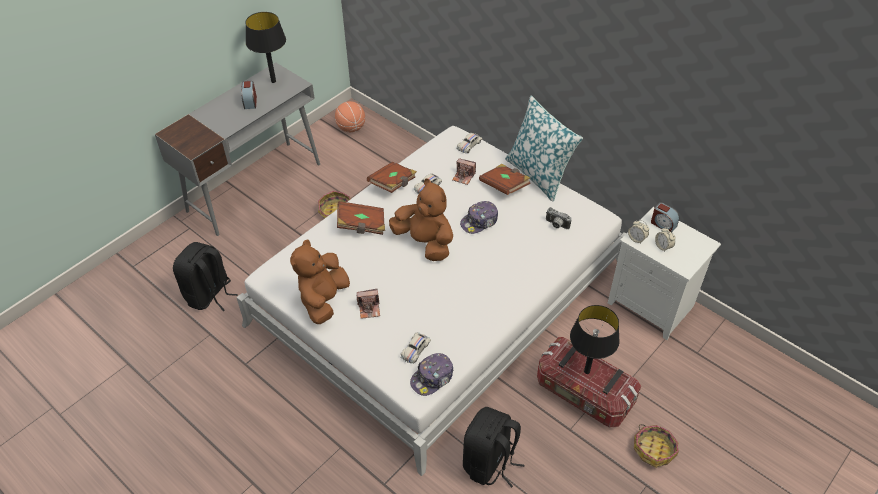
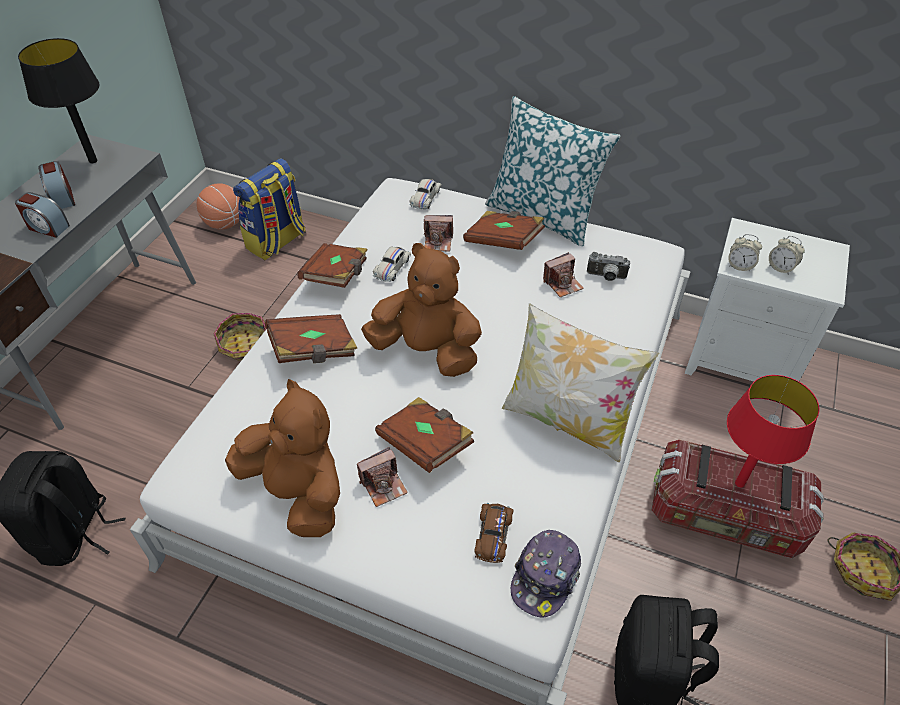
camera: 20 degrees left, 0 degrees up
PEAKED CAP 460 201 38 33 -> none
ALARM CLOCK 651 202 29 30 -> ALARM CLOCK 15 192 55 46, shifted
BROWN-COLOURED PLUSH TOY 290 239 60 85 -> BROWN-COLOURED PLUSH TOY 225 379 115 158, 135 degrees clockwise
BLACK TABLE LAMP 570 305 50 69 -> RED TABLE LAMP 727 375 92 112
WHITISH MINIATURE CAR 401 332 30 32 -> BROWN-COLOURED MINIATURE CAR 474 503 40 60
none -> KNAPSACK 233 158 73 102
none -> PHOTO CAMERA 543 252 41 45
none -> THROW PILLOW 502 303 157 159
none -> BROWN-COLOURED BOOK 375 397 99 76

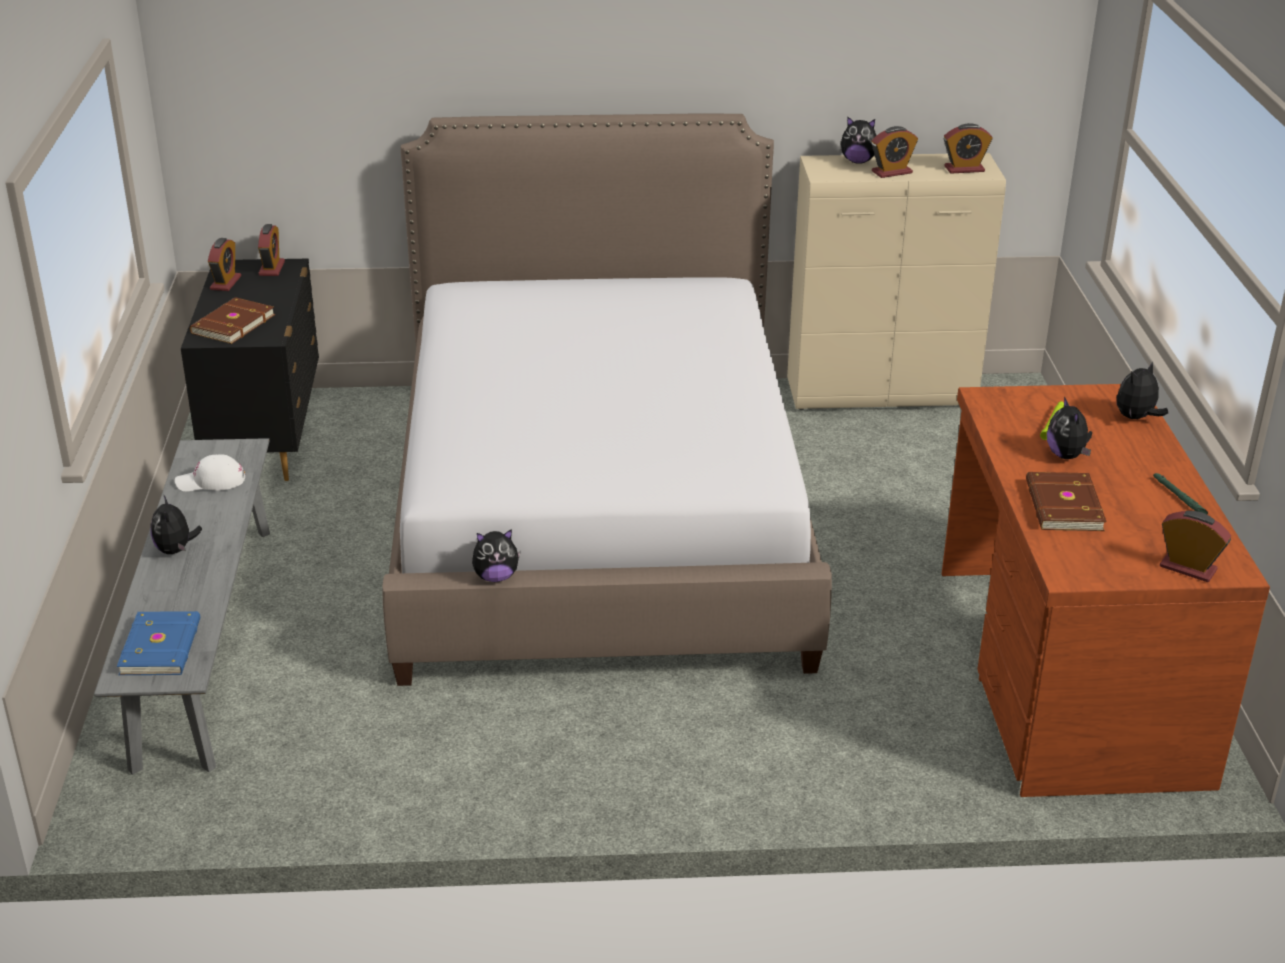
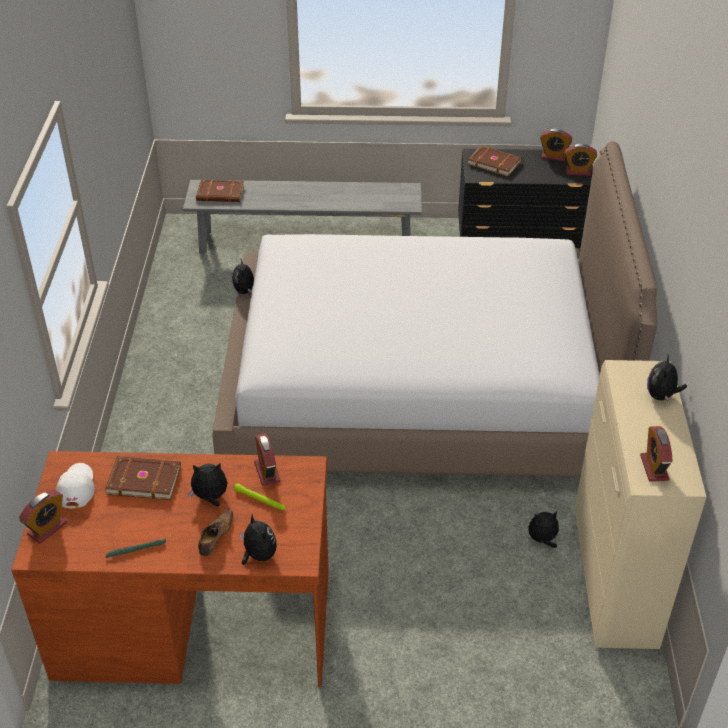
camera: 95 degrees right, 10 degrees up
ALARM CLOCK 872 126 46 52 -> ALARM CLOCK 254 433 27 53, shifted
WHITISH PEAKED CAP 175 454 70 38 -> WHITISH PEAKED CAP 56 463 39 45, shifted
PLUSH TOY 150 494 52 60 -> PLUSH TOY 528 511 31 37, shifted
BLUE-COLOURED BOOK 117 611 83 64 -> BROWN-COLOURED BOOK 196 179 48 23
none -> ITEM OF FOOTWEAR 198 510 35 46

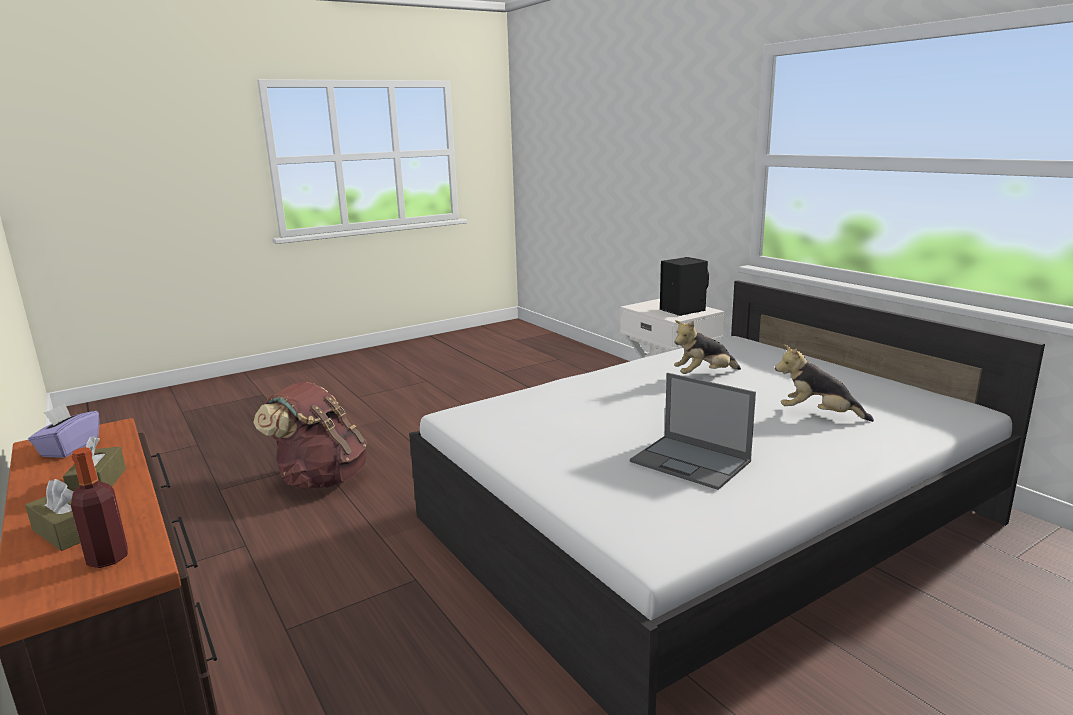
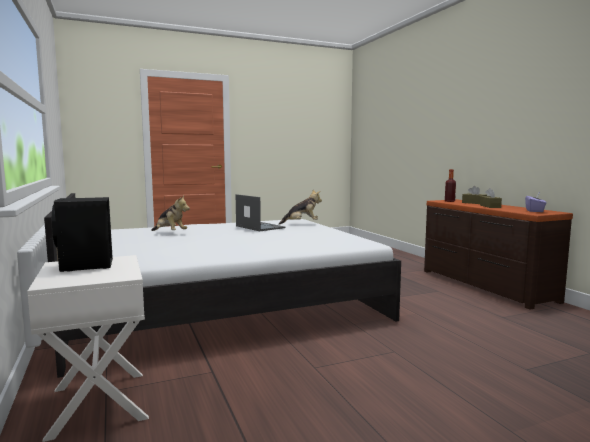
camera: 170 degrees left, 10 degrees down
PLUSH TOY 674 320 67 54 -> PLUSH TOY 279 190 43 35, shifted
BROWN-COLOURED KNAPSACK 253 382 114 106 -> none

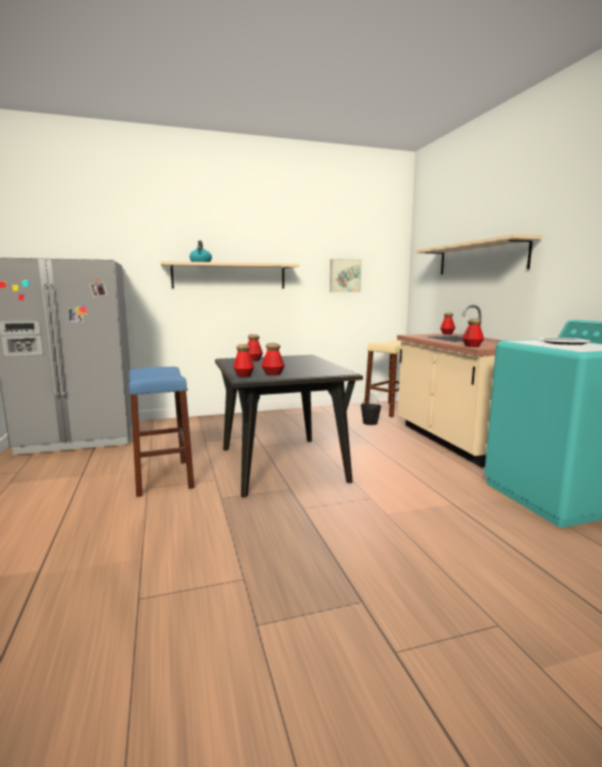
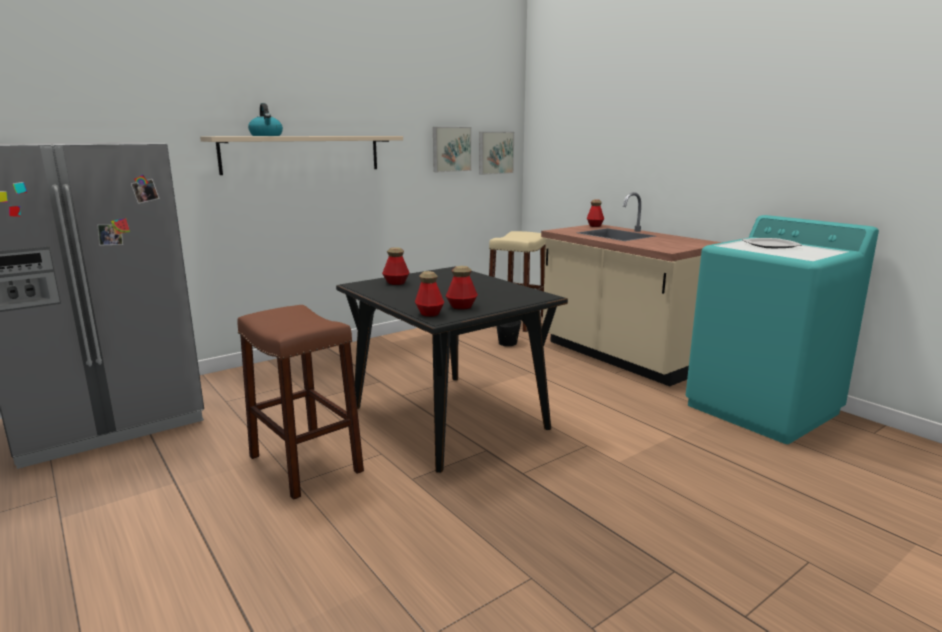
camera: 20 degrees left, 5 degrees up
BEIGE-COLOURED WALL SHELF 416 234 126 41 -> none
BEVERAGE BOTTLE 462 319 22 28 -> none
BLUE-COLOURED STOOL SEAT 129 367 66 130 -> BROWN-COLOURED STOOL SEAT 237 305 127 195
none -> WALL PICTURE 479 132 35 43

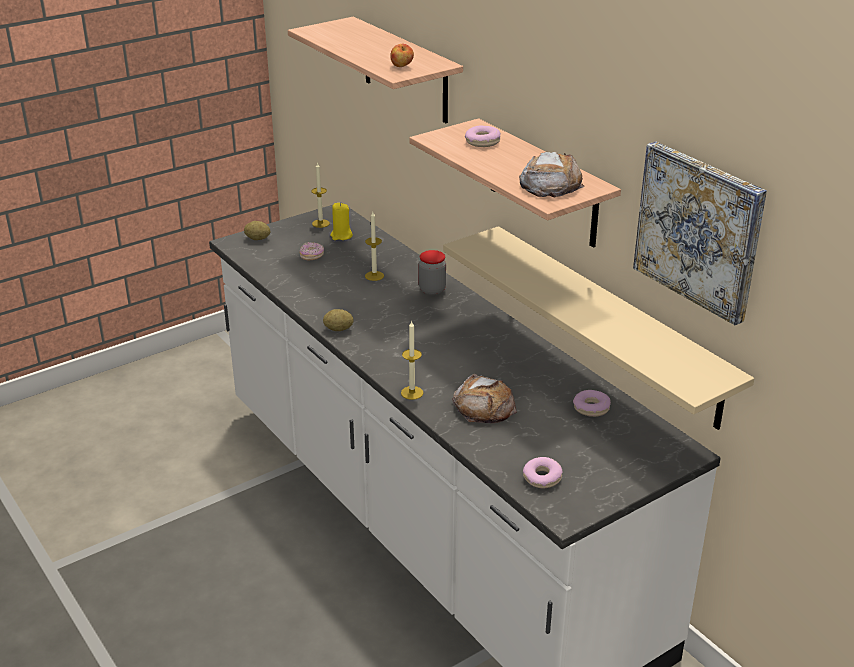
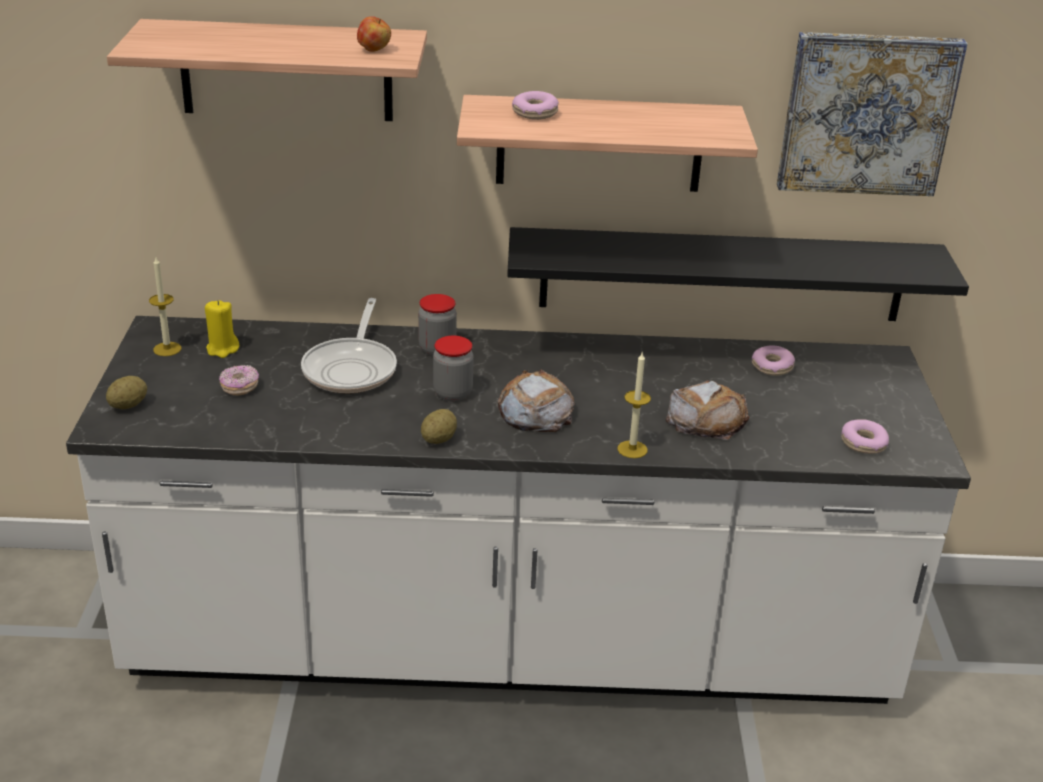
camera: 55 degrees left, 0 degrees up
BAKERY BREAD 519 152 66 46 -> BAKERY BREAD 498 370 77 62, shifted
WAX LIGHT 365 212 19 69 -> PAN 301 298 96 95
BEIGE-COLOURED WALL SHELF 443 226 311 204 -> BLACK WALL SHELF 507 227 462 94
none -> JAR 433 336 41 65

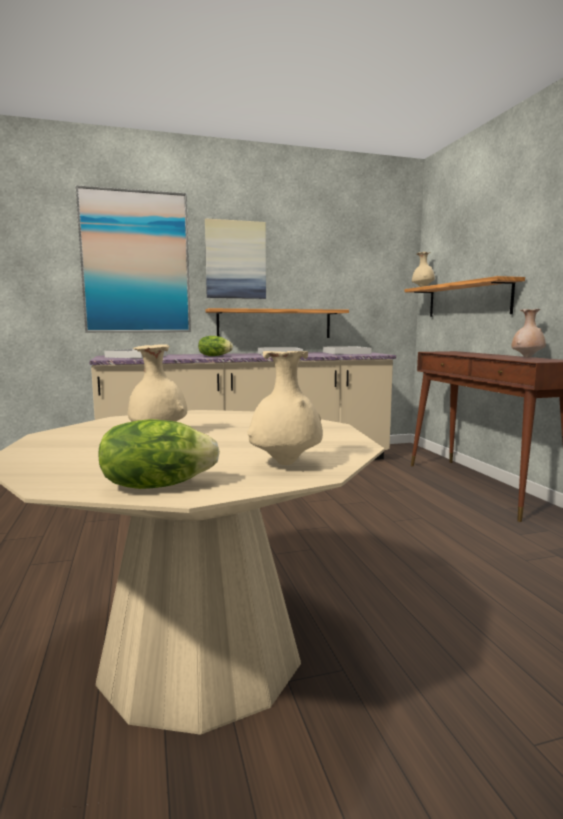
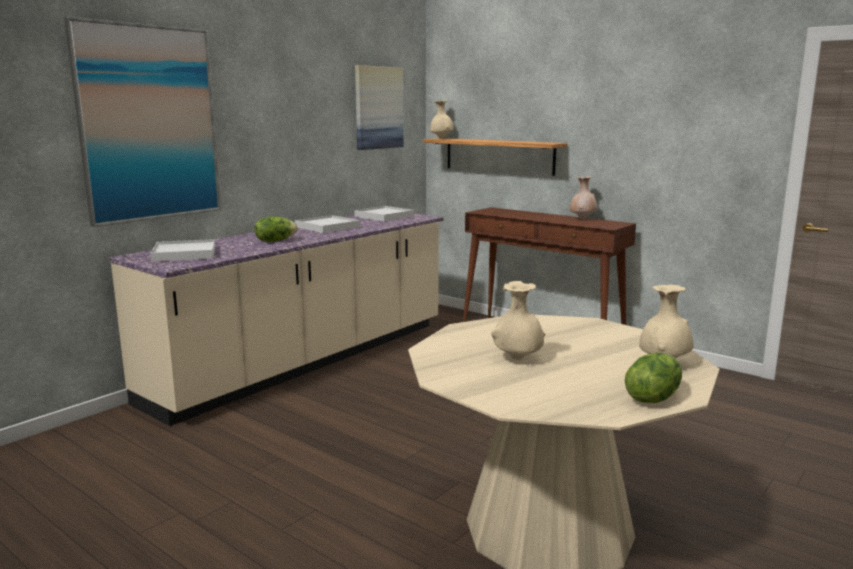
camera: 35 degrees left, 5 degrees up
WALL PICTURE 205 218 61 81 -> WALL PICTURE 355 65 49 85, shifted
WALL SHELF 205 308 144 30 -> none

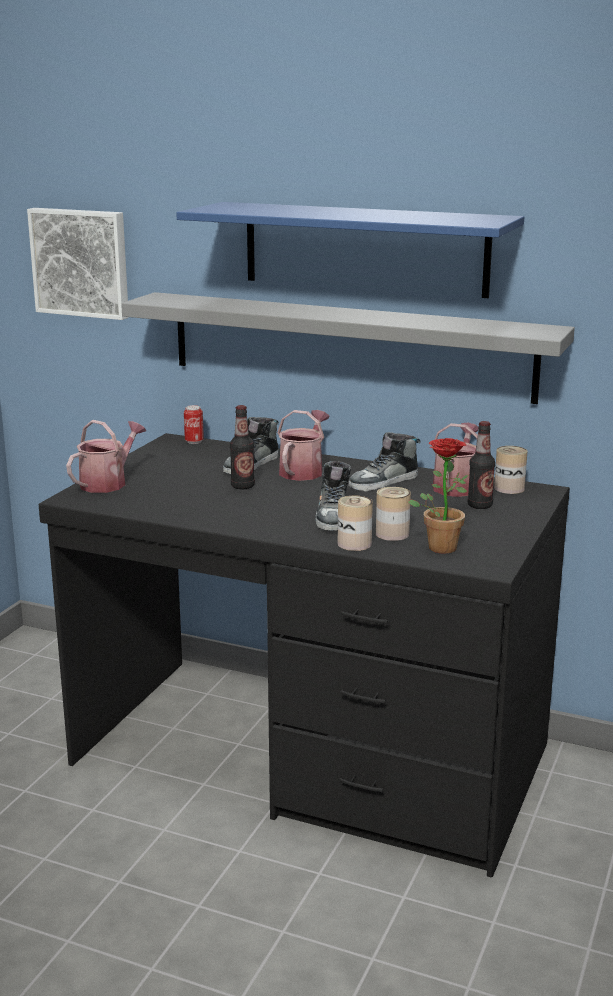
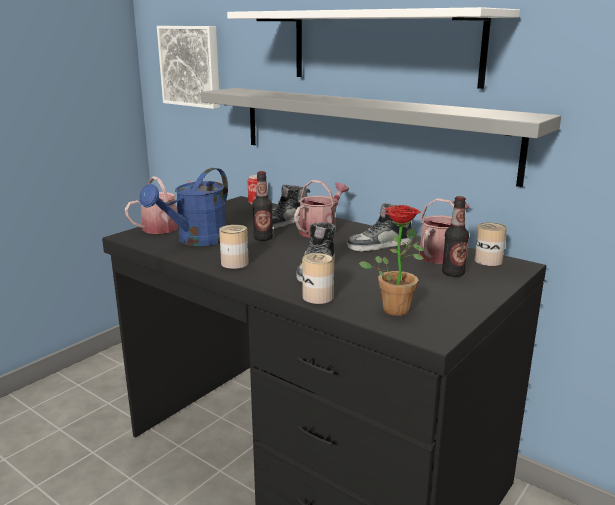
camera: 15 degrees right, 0 degrees up
BLUE-COLOURED WALL SHELF 176 202 348 96 -> WHITISH WALL SHELF 227 7 293 82
SEALED CAN 376 487 35 54 -> SEALED CAN 219 225 30 44, shifted
none -> BLUE-COLOURED WATERING POT 139 168 89 78

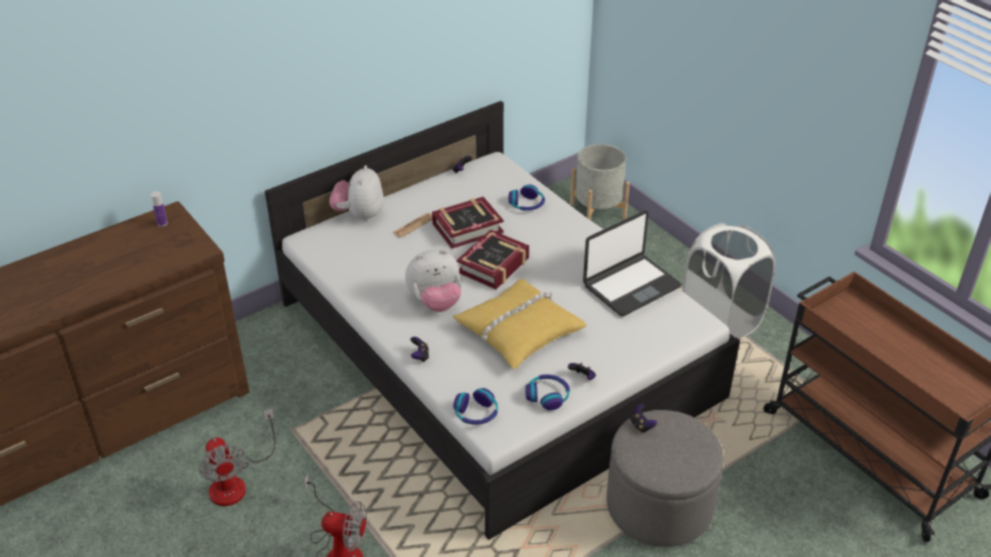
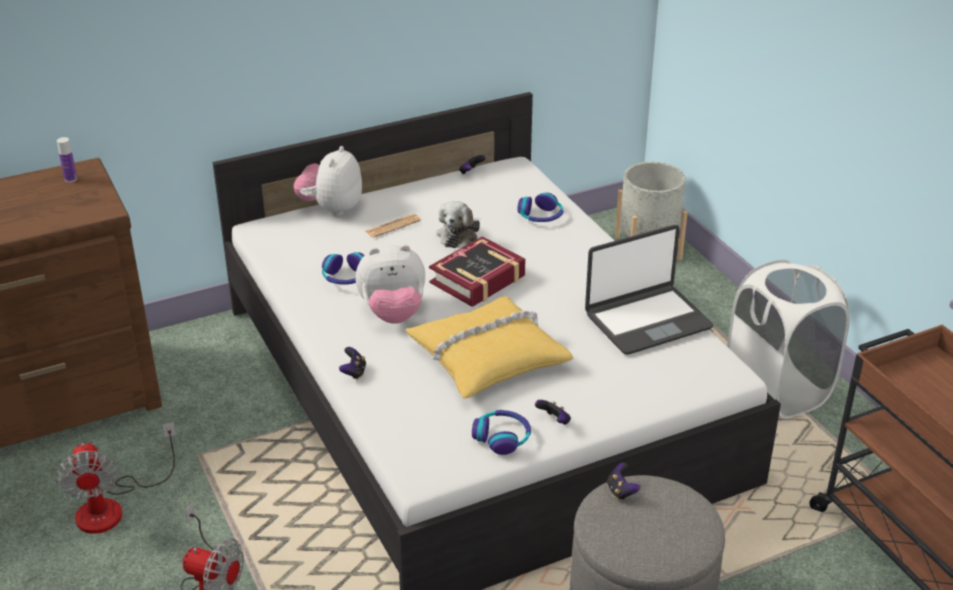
camera: 10 degrees right, 5 degrees down
BOOK 432 197 72 52 -> PLUSH TOY 436 201 44 47
PAIR OF HEADPHONES 453 388 45 37 -> PAIR OF HEADPHONES 322 252 42 33, shifted

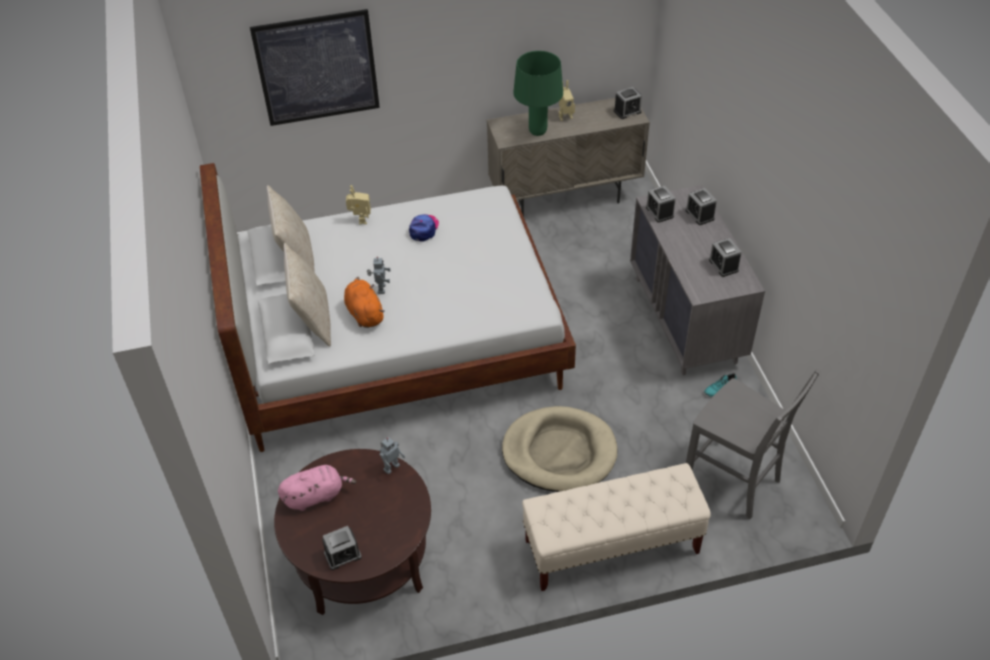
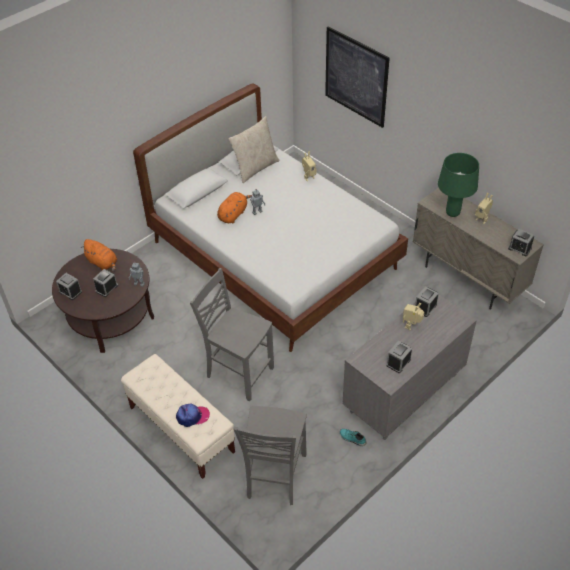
camera: 60 degrees right, 0 degrees up
ALARM CLOCK 686 188 31 37 -> ALARM CLOCK 93 269 25 28, shifted
PEAKED CAP 409 214 30 28 -> PEAKED CAP 176 403 34 24, shifted
BEIGE-COLOURED THROW PILLOW 284 243 47 104 -> none
BEIGE-COLOURED DOG CUSHION 502 406 115 86 -> GREYISH CHAIR 190 268 84 133
PINKISH PLUSH TOY 278 465 78 46 -> ORANGEY PLUSH TOY 81 239 36 32
none -> TOY ROBOT 403 303 21 27

